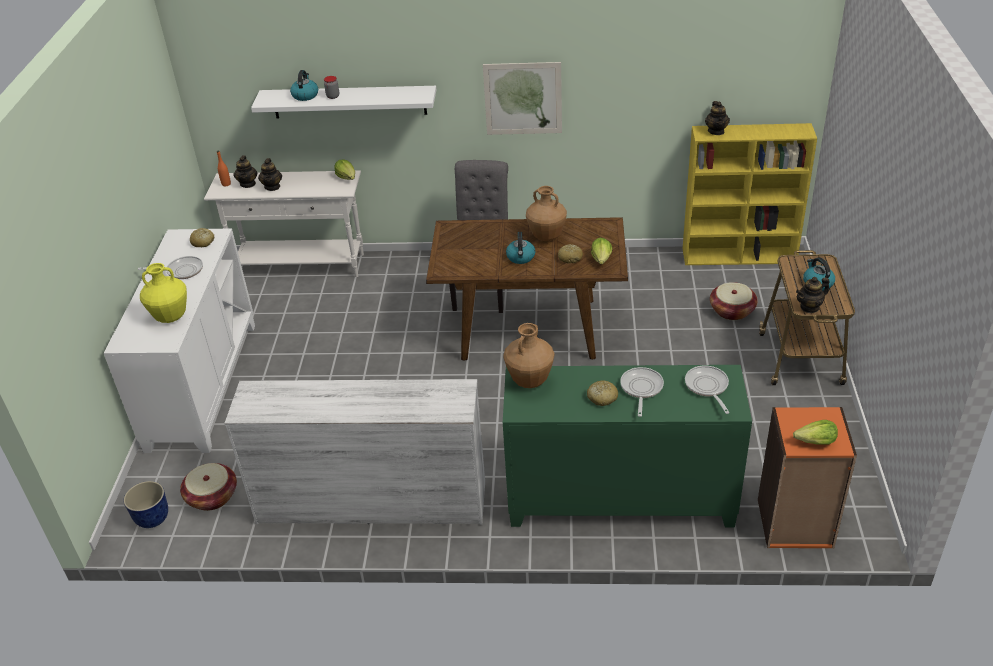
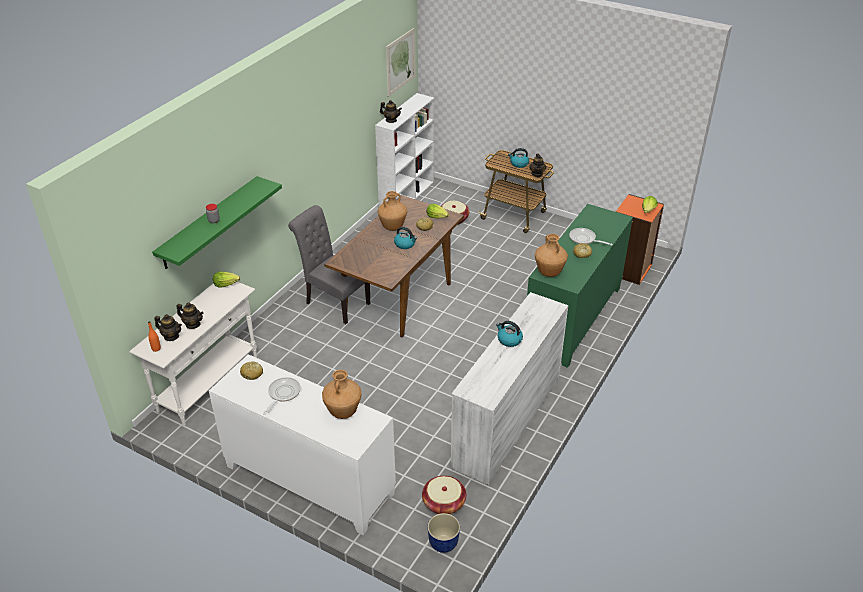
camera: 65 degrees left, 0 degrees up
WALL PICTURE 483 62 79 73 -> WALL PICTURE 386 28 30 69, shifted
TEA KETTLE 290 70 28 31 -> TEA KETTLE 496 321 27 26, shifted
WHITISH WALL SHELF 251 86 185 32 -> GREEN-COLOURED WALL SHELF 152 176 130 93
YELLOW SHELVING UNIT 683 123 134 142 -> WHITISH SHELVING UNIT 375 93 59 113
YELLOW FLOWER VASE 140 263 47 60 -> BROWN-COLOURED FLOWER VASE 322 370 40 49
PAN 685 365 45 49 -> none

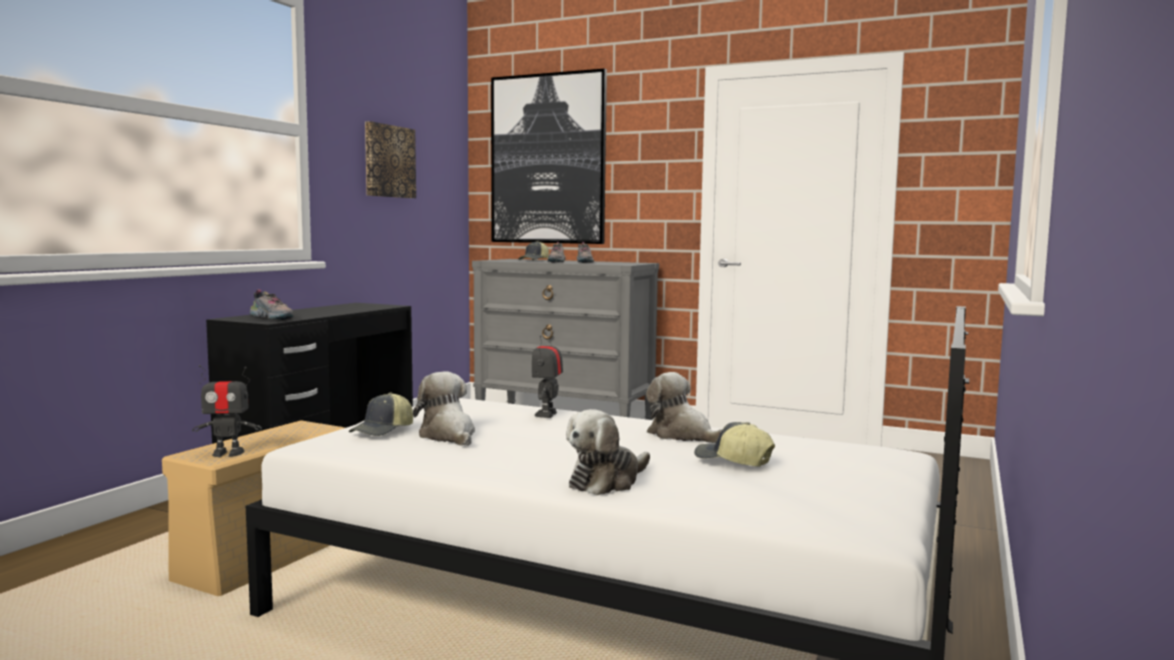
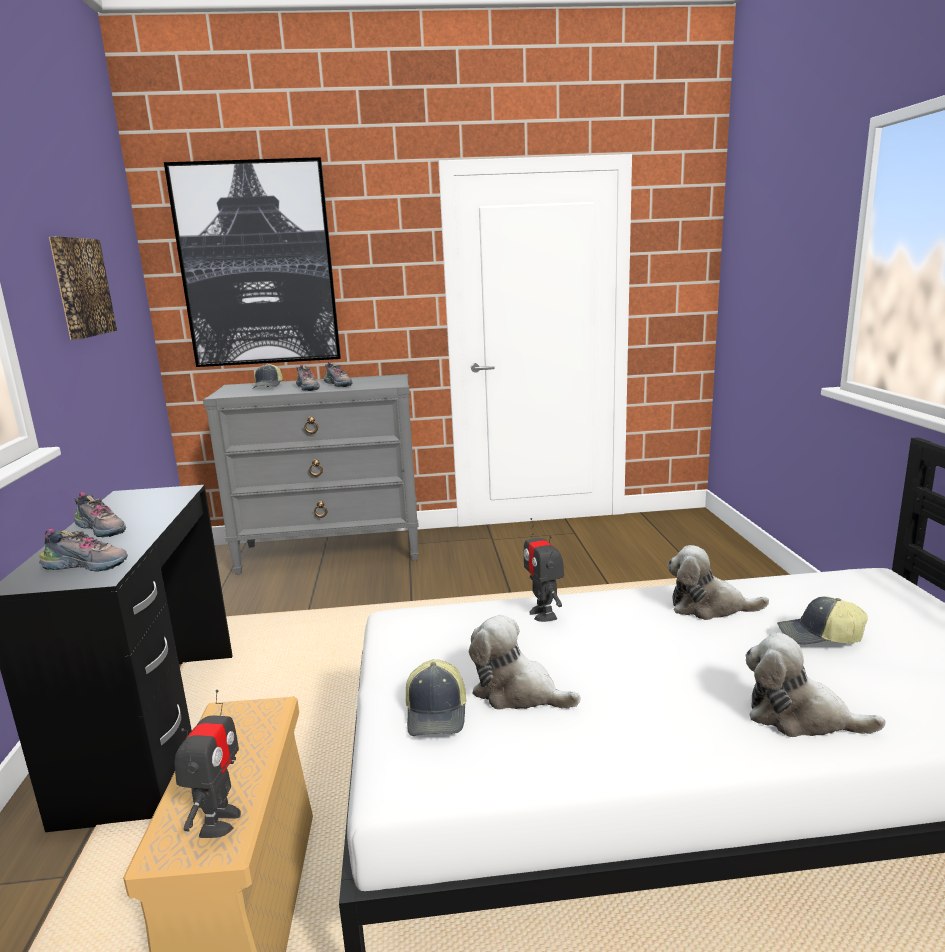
camera: 30 degrees left, 10 degrees up
TOY ROBOT 192 365 70 92 -> TOY ROBOT 174 690 67 148, 45 degrees counterclockwise
PLUSH TOY 566 409 84 86 -> PLUSH TOY 746 632 140 105, 105 degrees clockwise
none -> ITEM OF FOOTWEAR 74 492 52 46

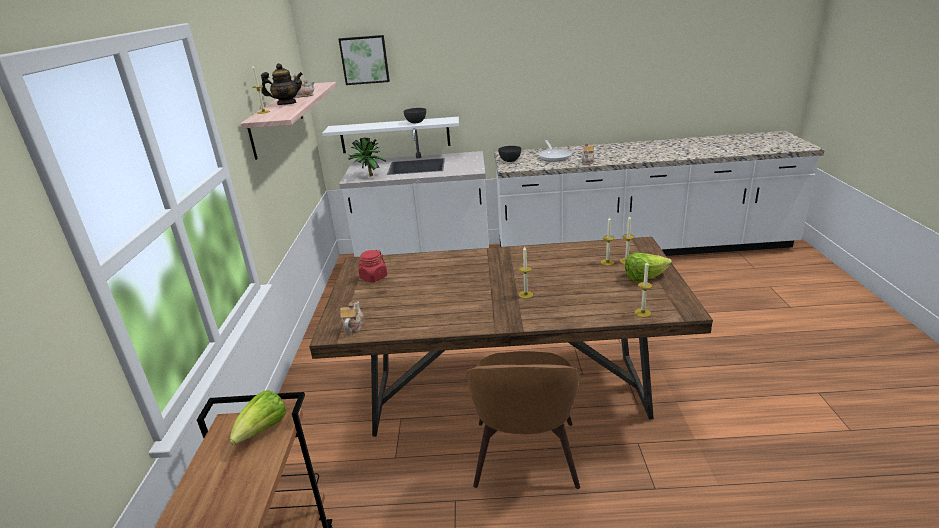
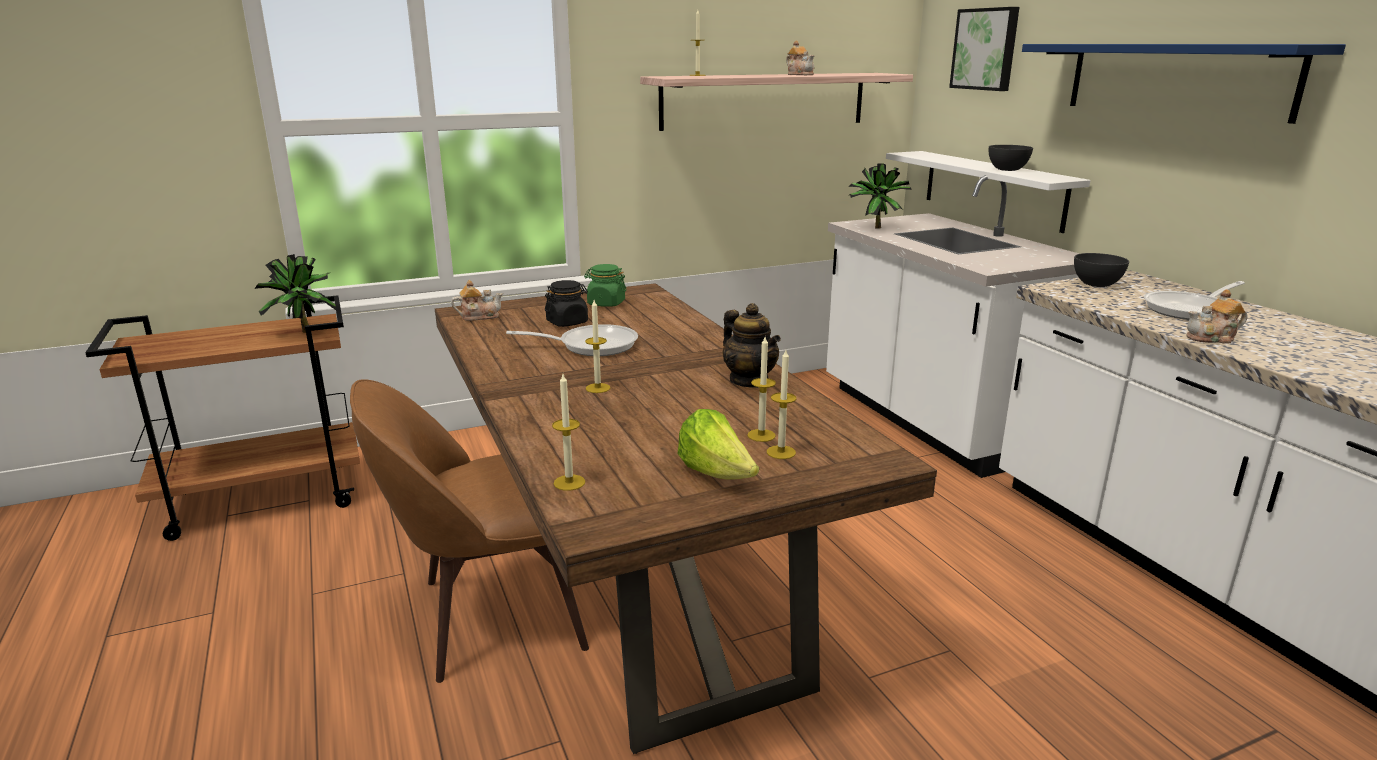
camera: 65 degrees right, 5 degrees down
TEAPOT 261 63 42 42 -> TEAPOT 723 303 58 85, shifted
RED JAR 358 250 29 33 -> GREEN-COLOURED JAR 584 264 43 43
HEAD OF LETTUCE 230 390 57 55 -> PLANT IN A POT 254 254 82 79
none -> BLUE-COLOURED WALL SHELF 1022 44 324 80
none -> BLACK JAR 545 280 43 47
none -> PAN 506 324 132 32

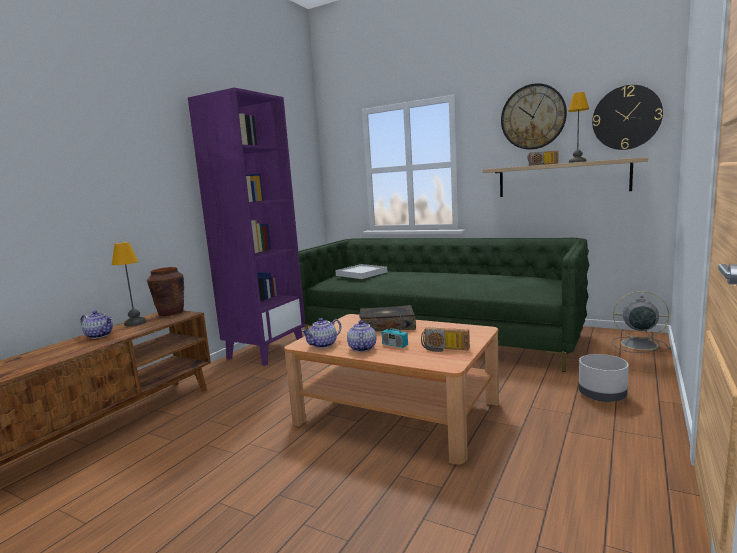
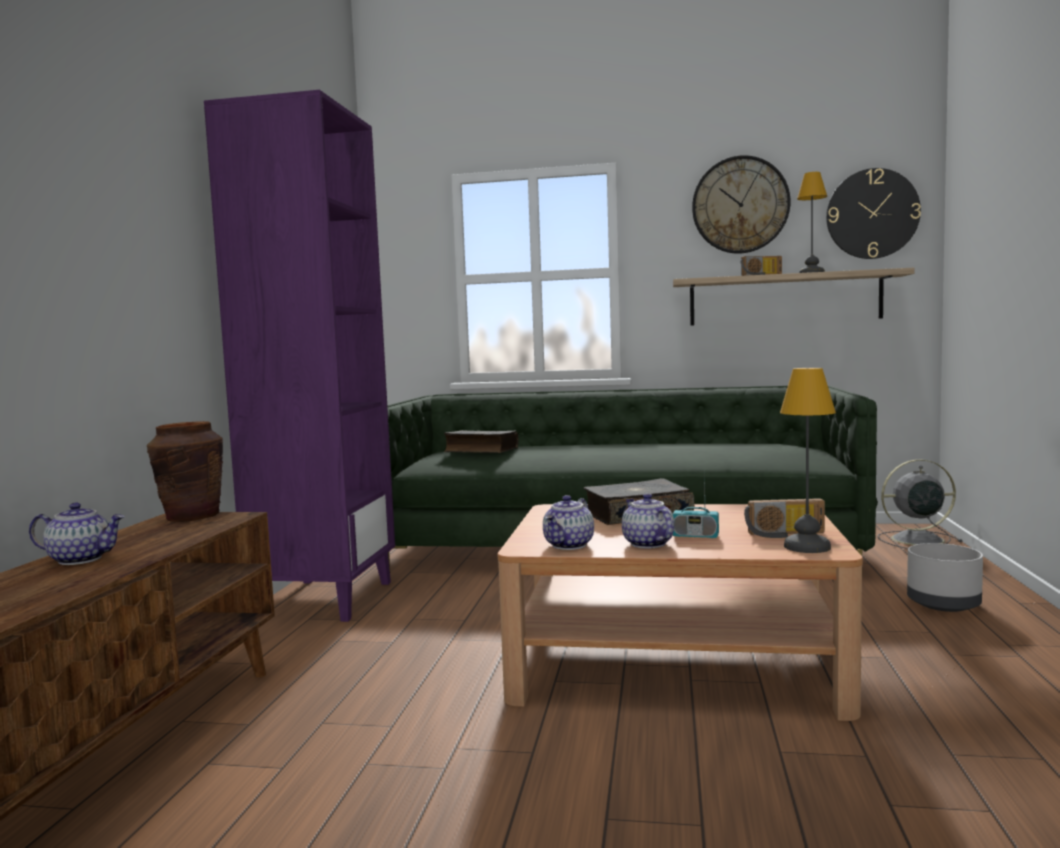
camera: 20 degrees left, 5 degrees down
TABLE LAMP 112 242 34 84 -> TABLE LAMP 780 368 56 185, shifted
WHITISH CARRYING TRAY 335 264 53 15 -> BOOK 444 430 75 23

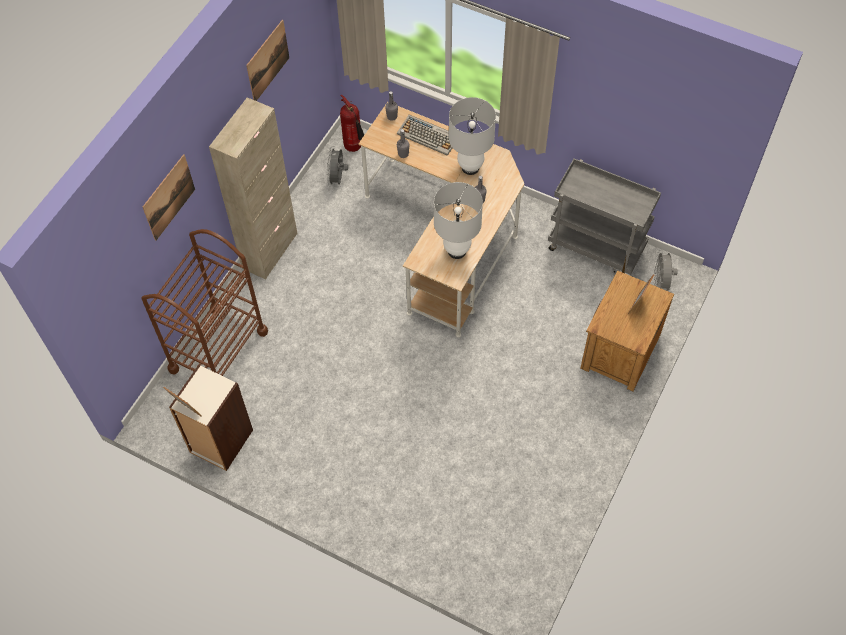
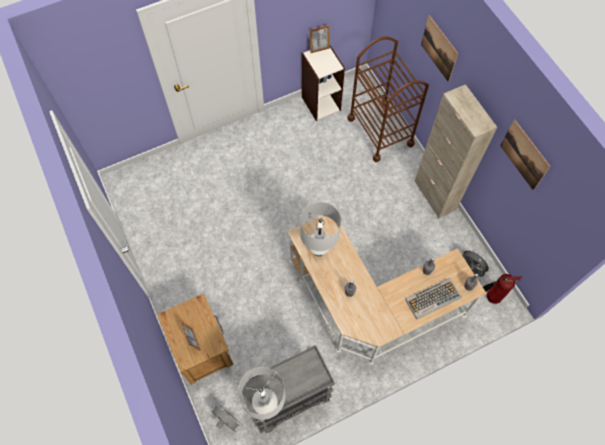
camera: 125 degrees right, 5 degrees up
WHITISH TABLE LAMP 449 97 47 78 -> WHITISH TABLE LAMP 238 367 47 53, shifted

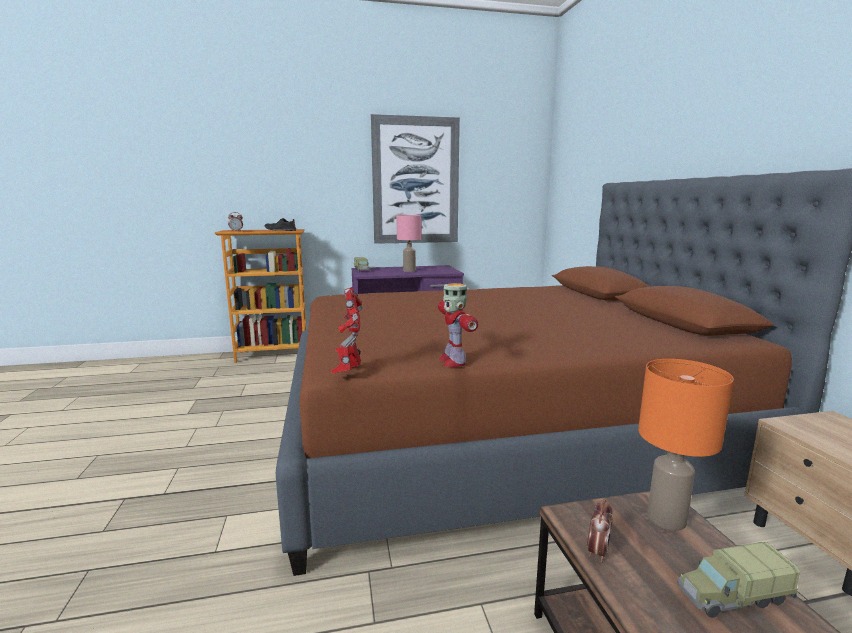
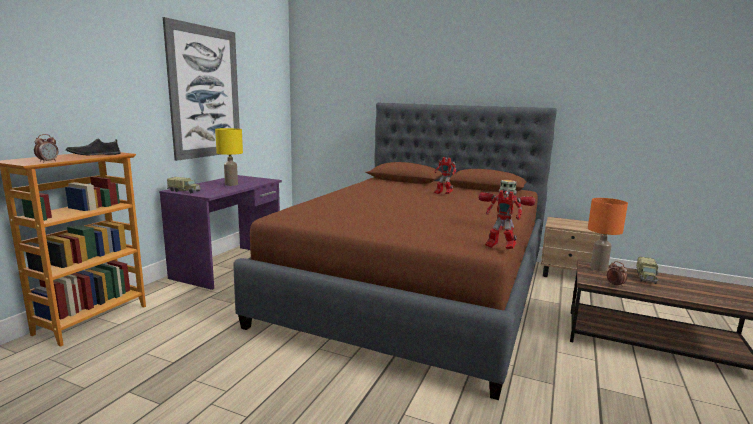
camera: 55 degrees left, 0 degrees up
PINKISH TABLE LAMP 396 215 26 57 -> YELLOW TABLE LAMP 215 128 28 58
none -> TOY ROBOT 434 157 22 37

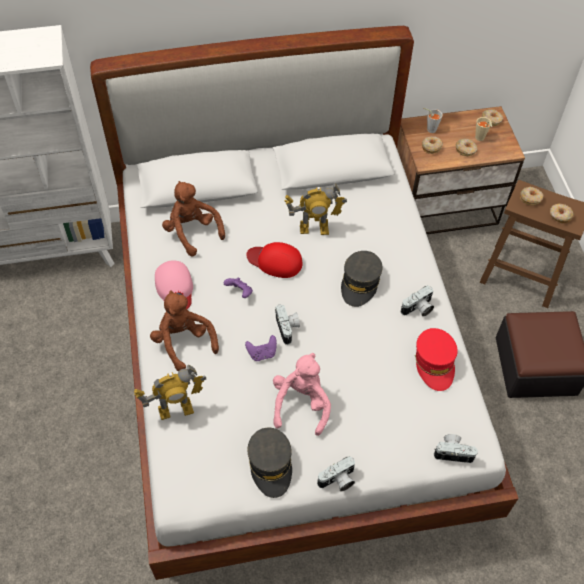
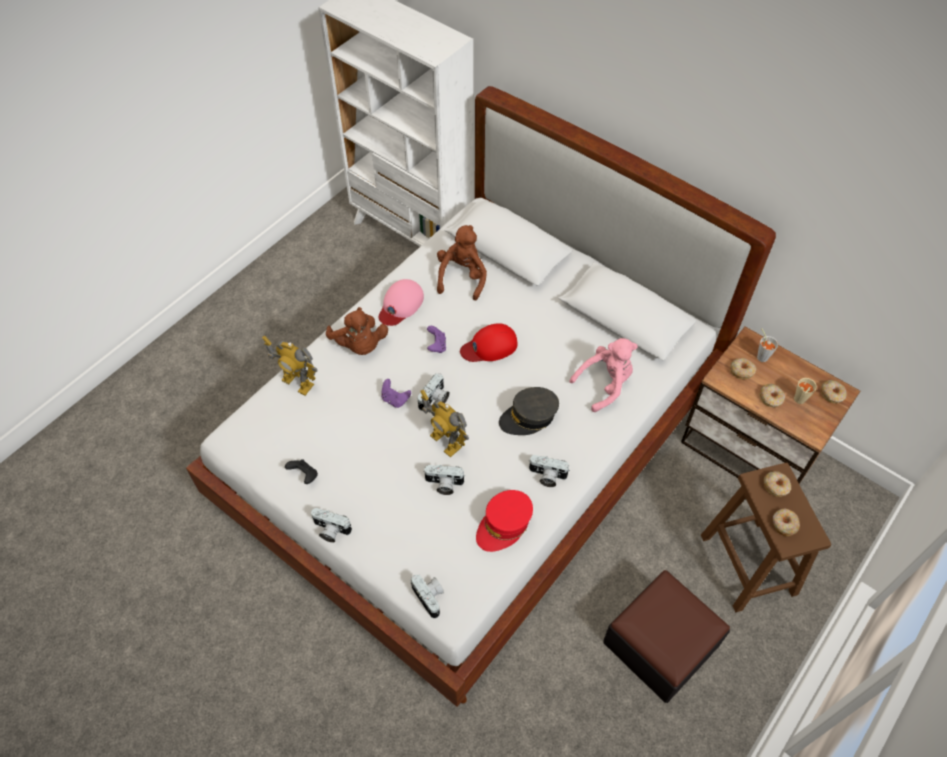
camera: 50 degrees right, 0 degrees up
TOY ROBOT 285 183 62 52 -> TOY ROBOT 421 389 48 68, shifted
RED PEAKED CAP 246 242 56 36 -> RED PEAKED CAP 460 323 58 39, 90 degrees counterclockwise
BROWN-COLOURED PLUSH TOY 150 291 69 80 -> BROWN-COLOURED PLUSH TOY 326 307 62 48, 135 degrees clockwise
PINKISH PLUSH TOY 273 353 58 83 -> PINKISH PLUSH TOY 570 338 68 74, shifted
GREYISH PEAKED CAP 247 428 45 70 -> BLACK GAME CONTROLLER 285 459 33 25
none -> PHOTO CAMERA 423 465 42 30

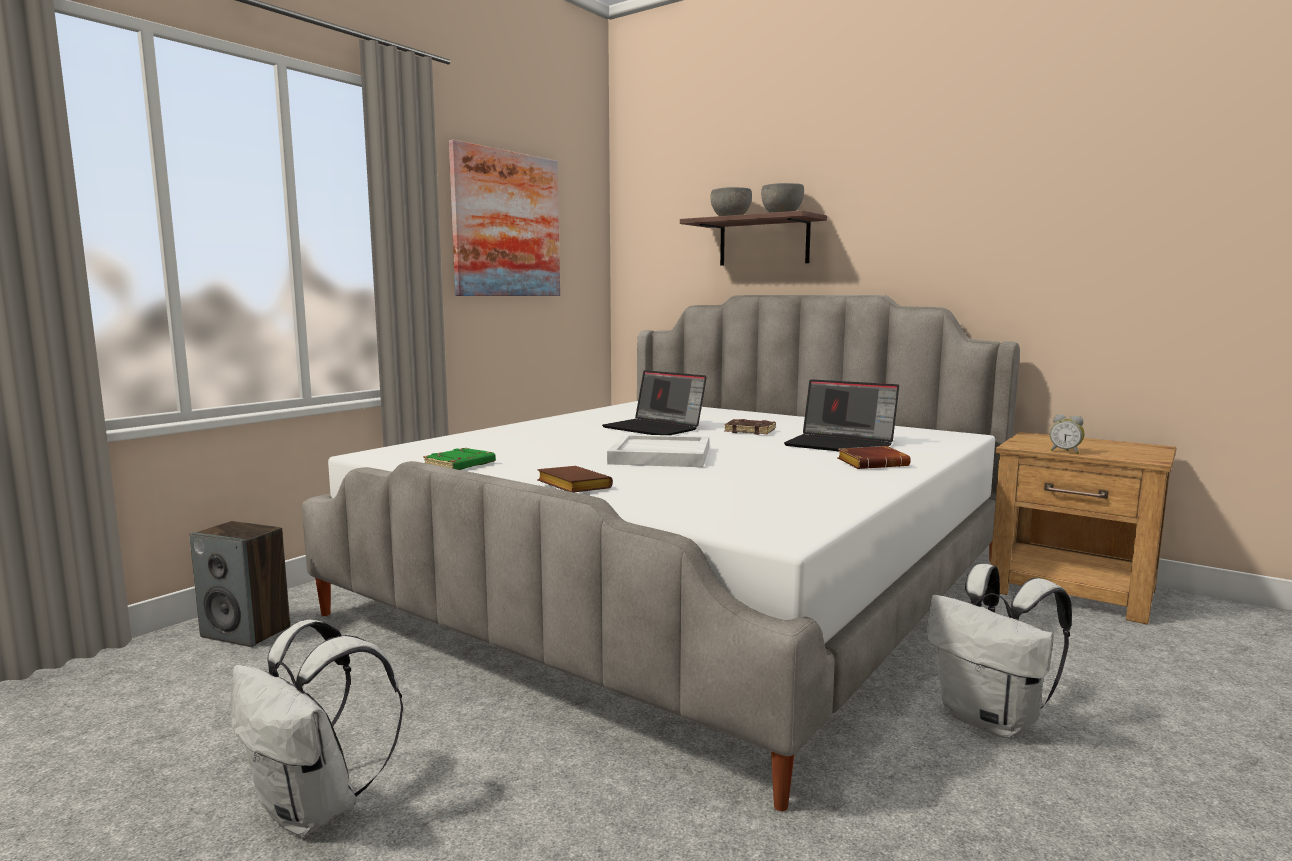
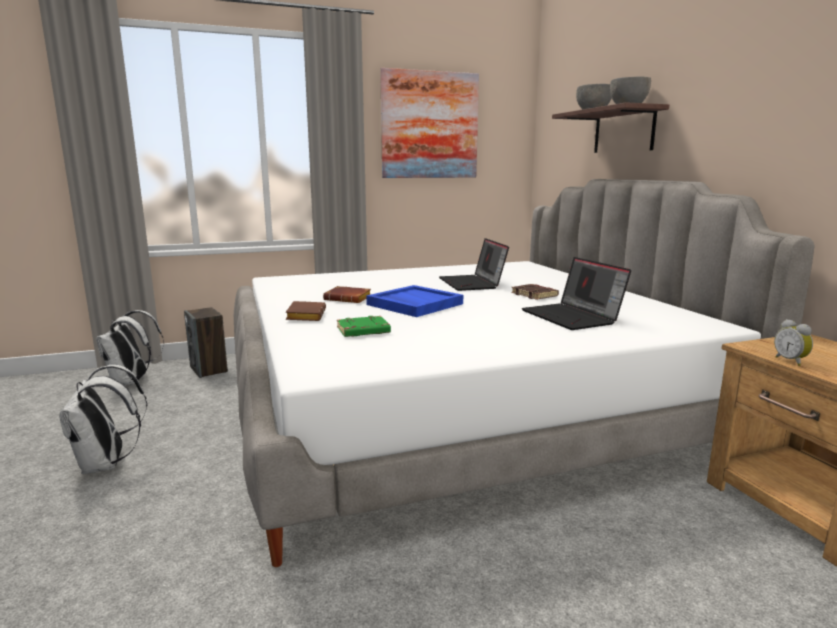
camera: 35 degrees right, 5 degrees up
WHITISH CARRYING TRAY 607 434 102 33 -> BLUE-COLOURED CARRYING TRAY 366 285 97 32
BROWN-COLOURED BOOK 837 446 74 23 -> BROWN-COLOURED BOOK 323 286 48 17, shifted
GREEN-COLOURED BOOK 423 448 73 22 -> GREEN-COLOURED BOOK 337 316 54 21, shifted
WHITISH KNAPSACK 926 564 146 174 -> WHITISH KNAPSACK 96 310 68 75, shifted

